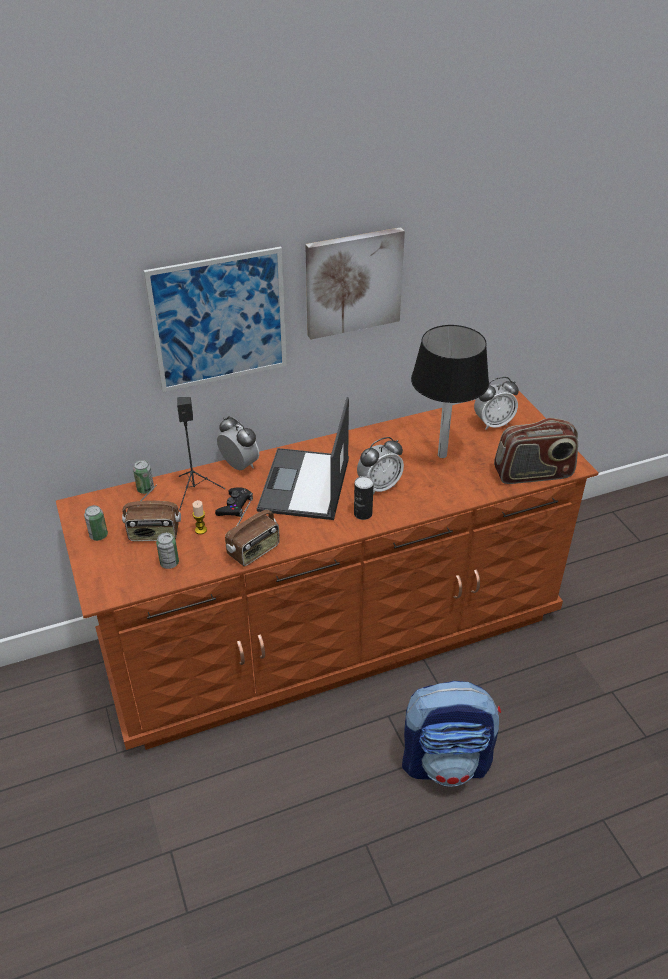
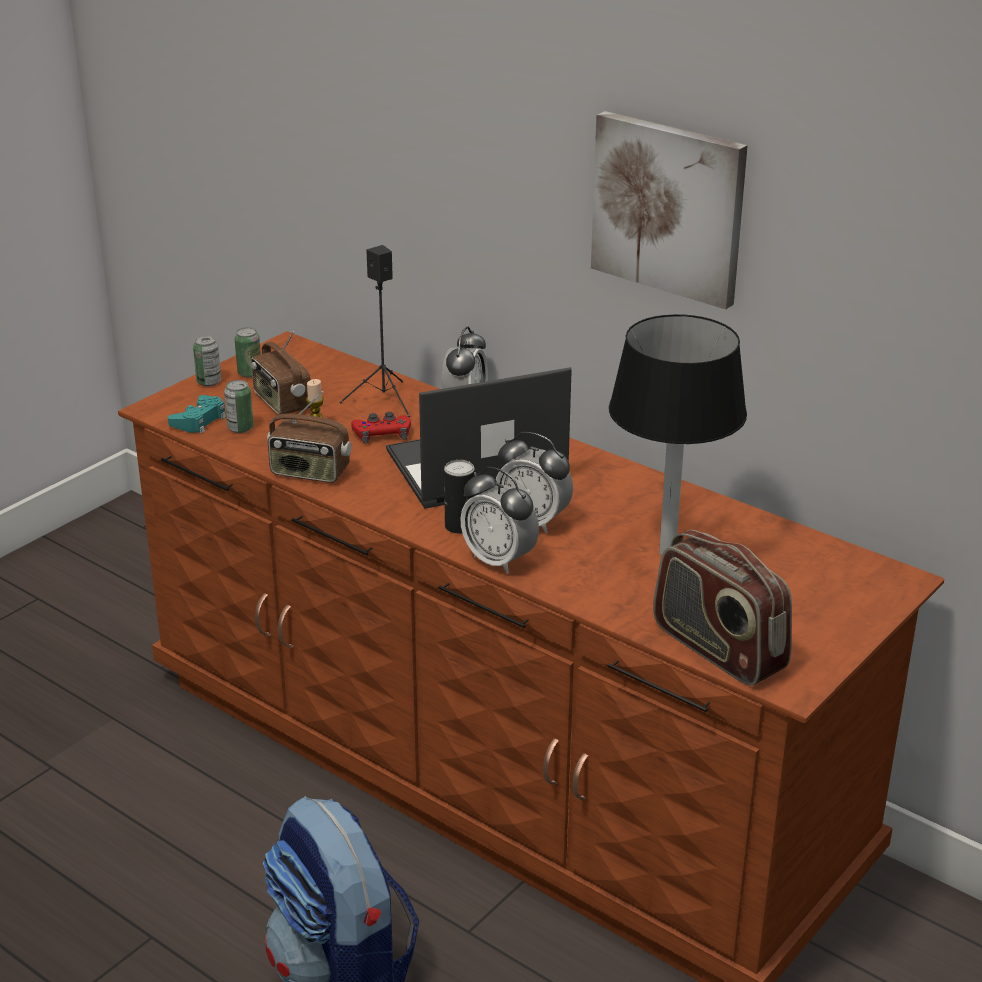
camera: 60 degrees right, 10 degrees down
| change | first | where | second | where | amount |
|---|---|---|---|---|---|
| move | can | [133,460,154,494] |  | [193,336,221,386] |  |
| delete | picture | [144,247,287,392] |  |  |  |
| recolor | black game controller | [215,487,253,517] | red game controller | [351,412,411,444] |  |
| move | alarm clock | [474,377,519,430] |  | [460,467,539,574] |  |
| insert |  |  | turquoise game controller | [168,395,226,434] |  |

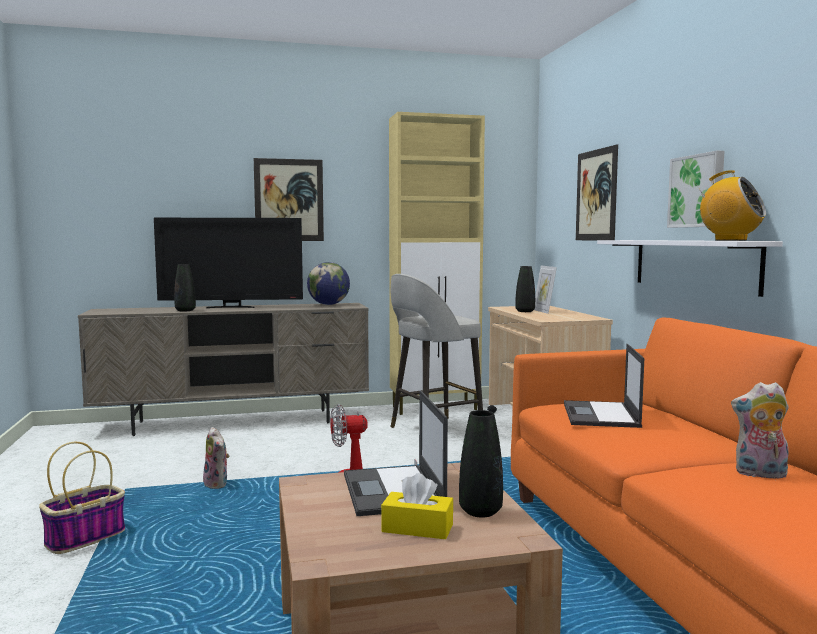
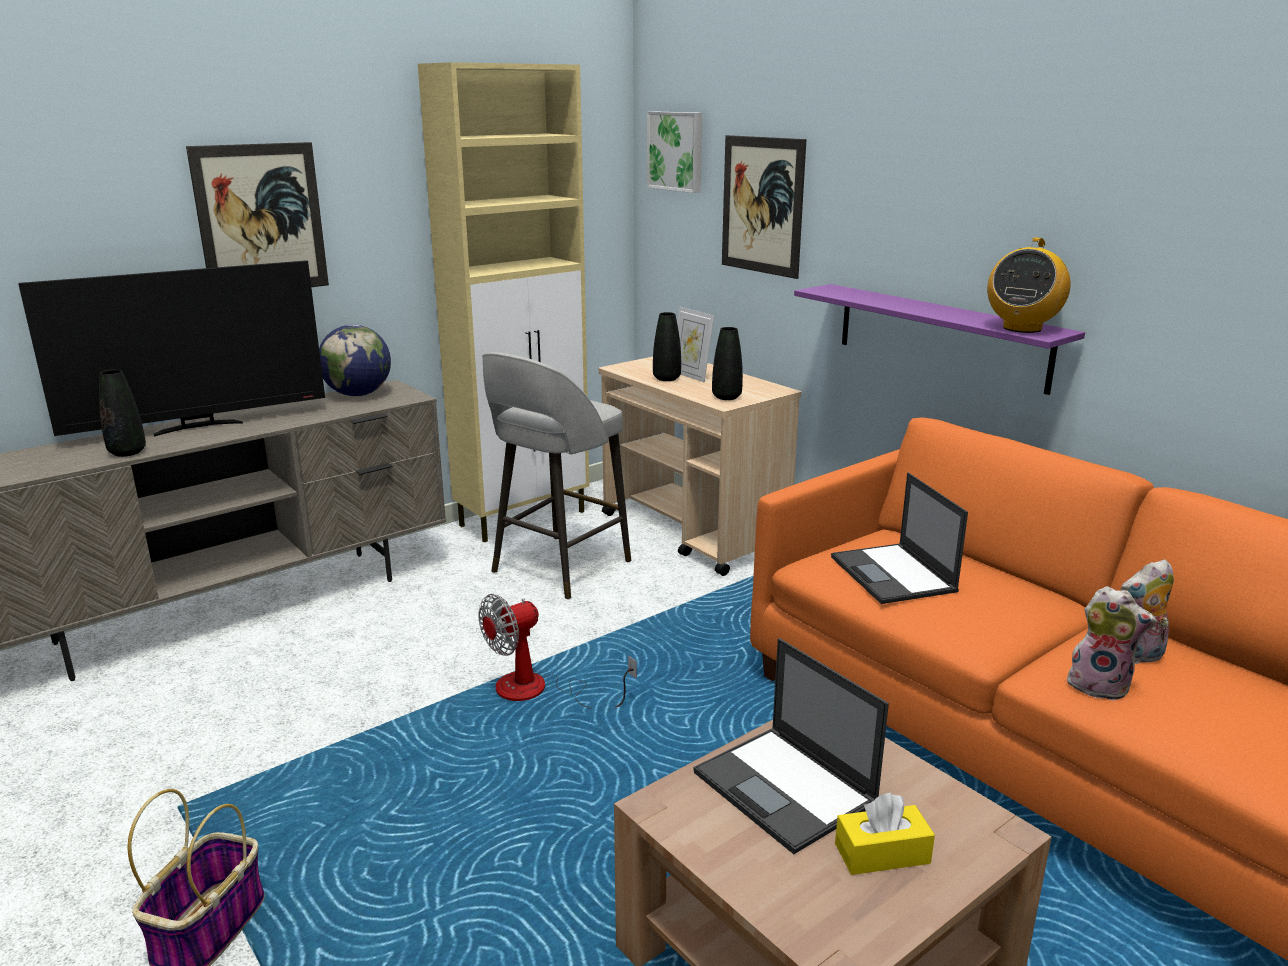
camera: 25 degrees left, 15 degrees up
| change | first | where | second | where | amount |
|---|---|---|---|---|---|
| move | plush toy | [203,427,230,489] |  | [1067,586,1156,701] |  |
| move | black vase | [459,410,503,518] |  | [712,327,743,400] |  |
| recolor | white shelf | [597,240,783,297] | purple shelf | [794,284,1085,395] |  |
| move | picture | [667,151,725,228] |  | [647,111,702,193] |  |
| rotate | radio | [696,170,766,241] |  | [987,237,1071,333] | 105 degrees clockwise |

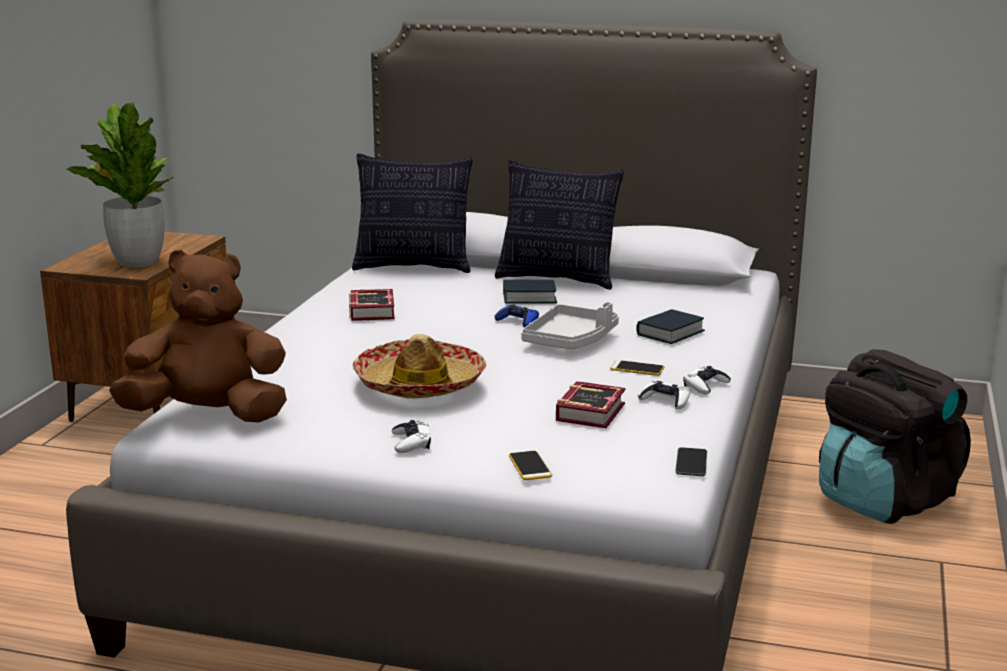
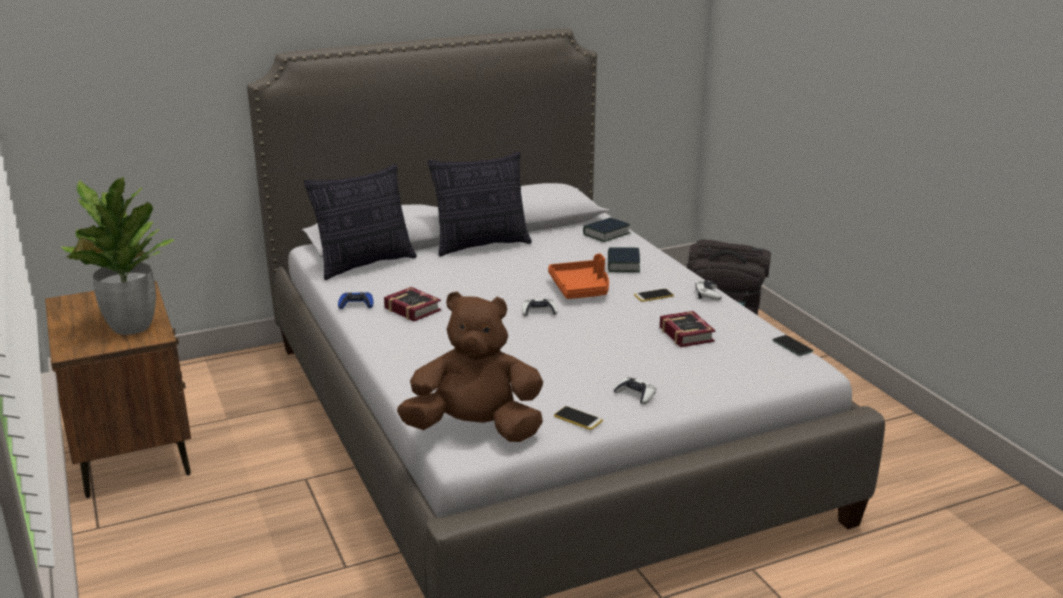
camera: 40 degrees left, 5 degrees up
| change | first | where | second | where | amount |
|---|---|---|---|---|---|
| rotate | brown plush toy | [109,250,287,423] |  | [397,292,543,442] | 45 degrees clockwise |
| delete | hat | [353,334,486,398] |  |  |  |
| move | blue game controller | [495,304,539,327] |  | [338,292,373,309] |  |
| move | book | [503,279,557,304] |  | [583,217,630,242] |  |
| move | phone | [509,451,552,480] |  | [554,406,603,430] |  |
| recolor | grey tray | [521,302,619,349] | orange tray | [548,254,609,299] |  |
| move | white game controller | [638,381,690,409] |  | [522,299,557,316] |  |

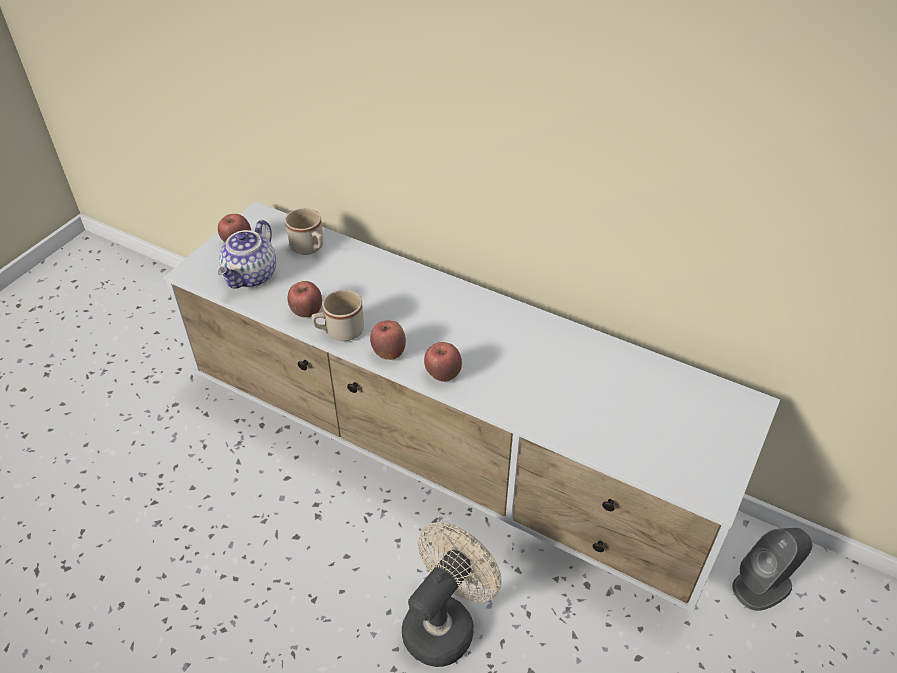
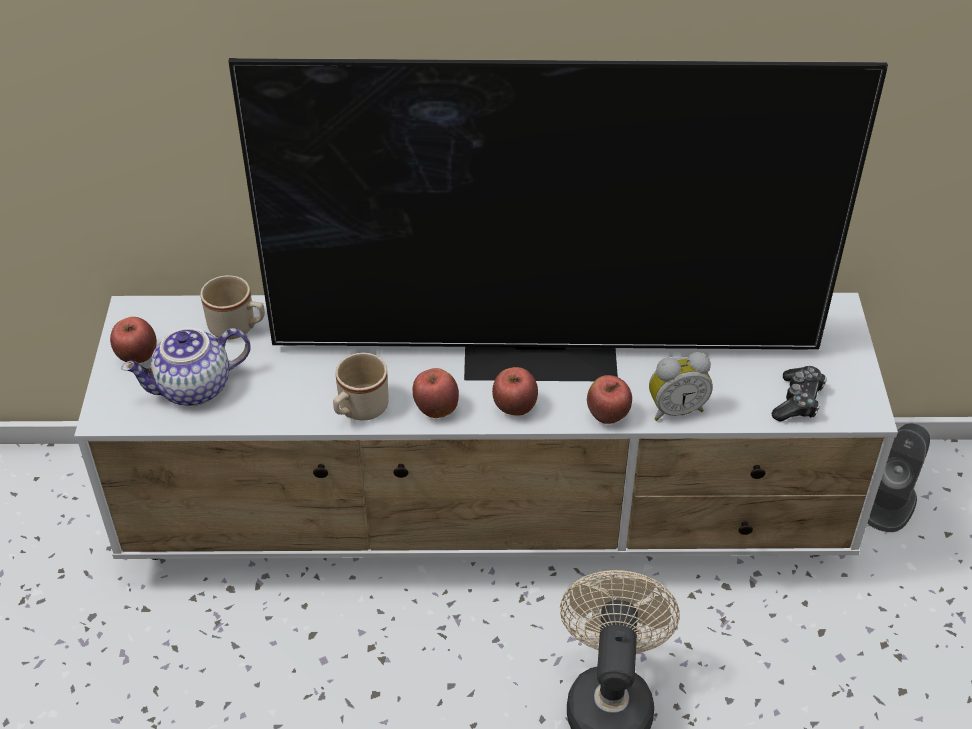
camera: 30 degrees left, 0 degrees up
| change | first | where | second | where | amount |
|---|---|---|---|---|---|
| rotate | teapot | [218,220,276,289] |  | [121,327,251,406] | 75 degrees clockwise |
| move | apple | [288,281,322,317] |  | [587,375,632,424] |  |
| insert |  |  | television | [228,58,888,381] |  |
| insert |  |  | alarm clock | [649,352,713,421] |  |
| insert |  |  | game controller | [772,366,827,422] |  |

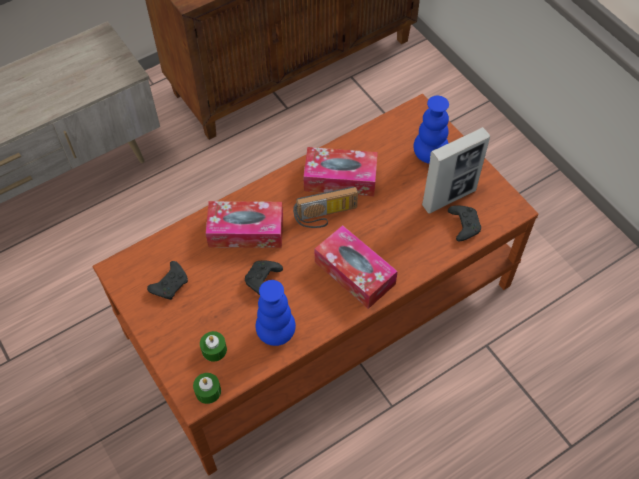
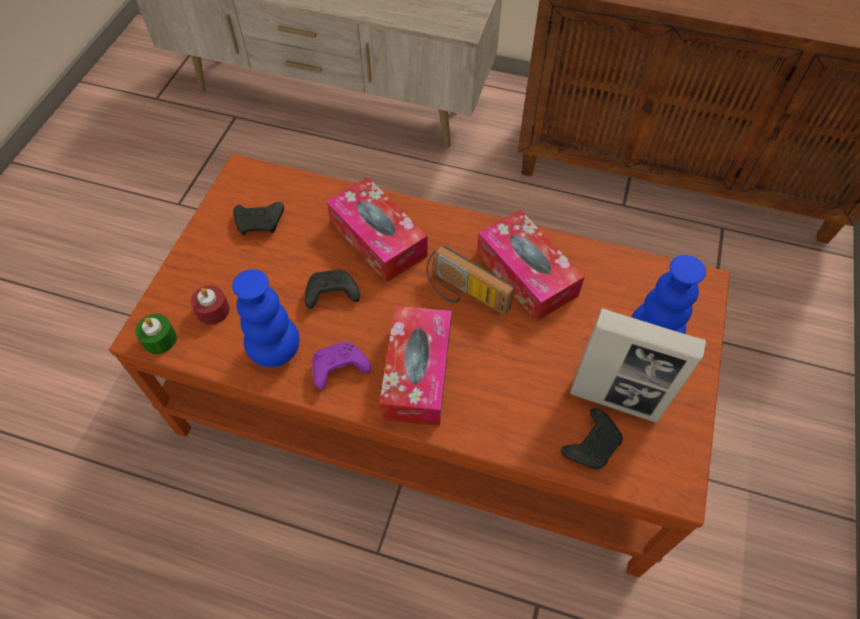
camera: 50 degrees right, 0 degrees up
| change | first | where | second | where | amount |
|---|---|---|---|---|---|
| recolor | green candle | [200,331,227,362] | red candle | [191,285,230,325] |  |
| insert |  |  | purple game controller | [312,341,371,390] |  |

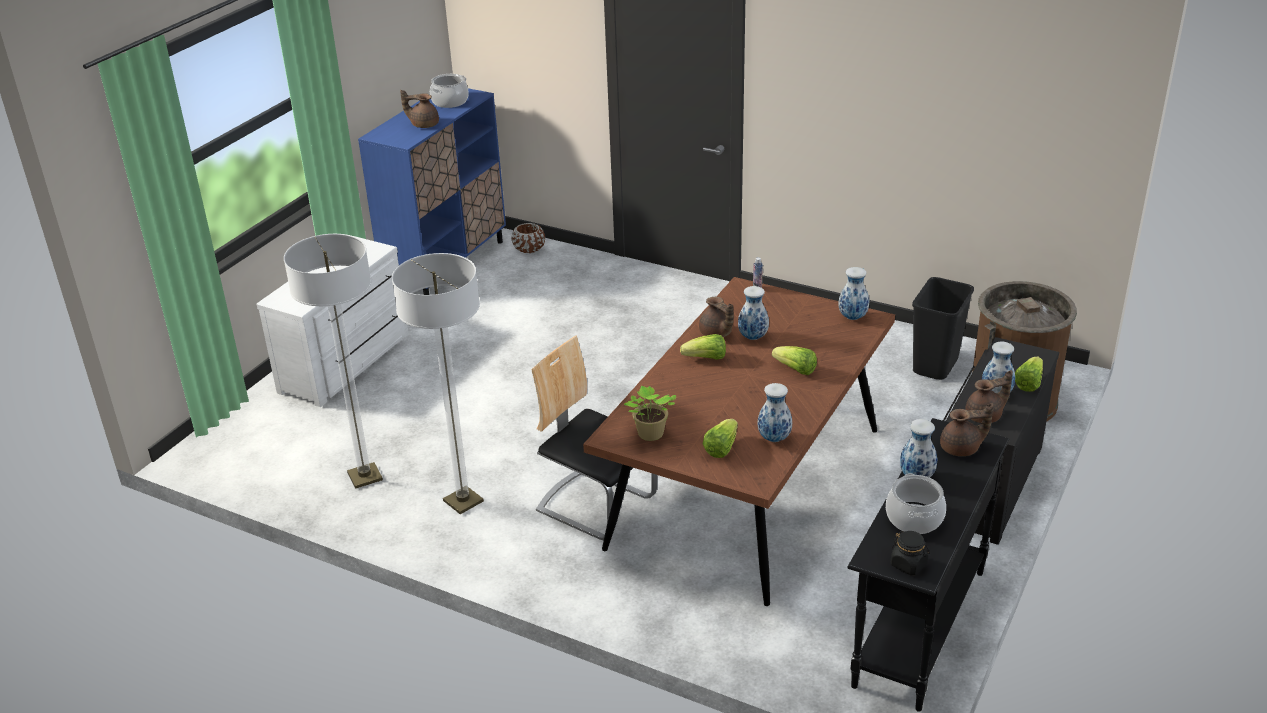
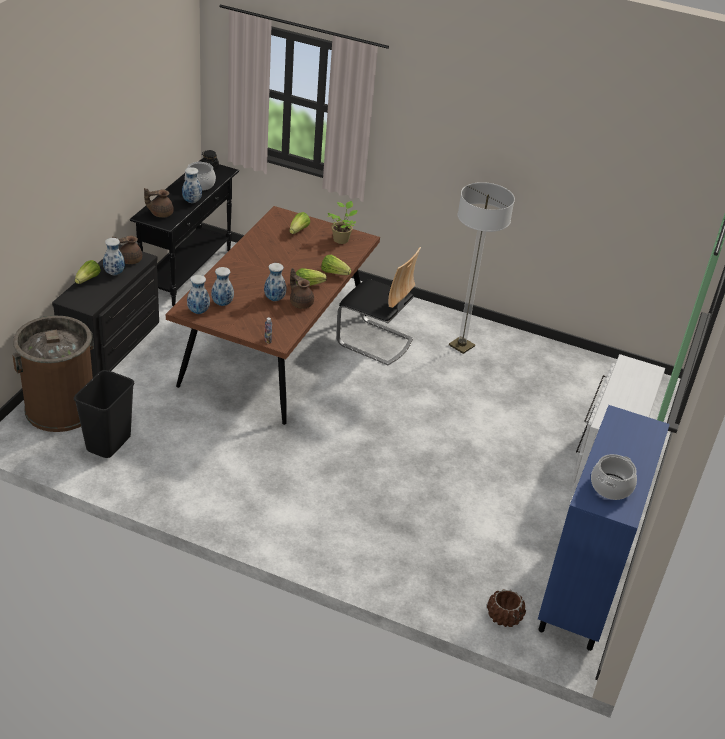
camera: 170 degrees right, 5 degrees up
| change | first | where | second | where | amount |
|---|---|---|---|---|---|
| delete | floor lamp | [284,234,383,489] |  |  |  |
| delete | brown teapot | [400,90,439,128] |  |  |  |
| move | vase | [758,383,792,442] |  | [211,267,234,306] |  |
| move | lettuce | [772,346,817,375] |  | [321,255,351,275] |  |

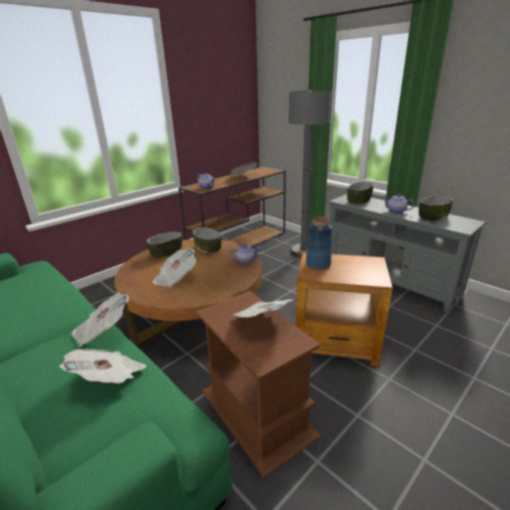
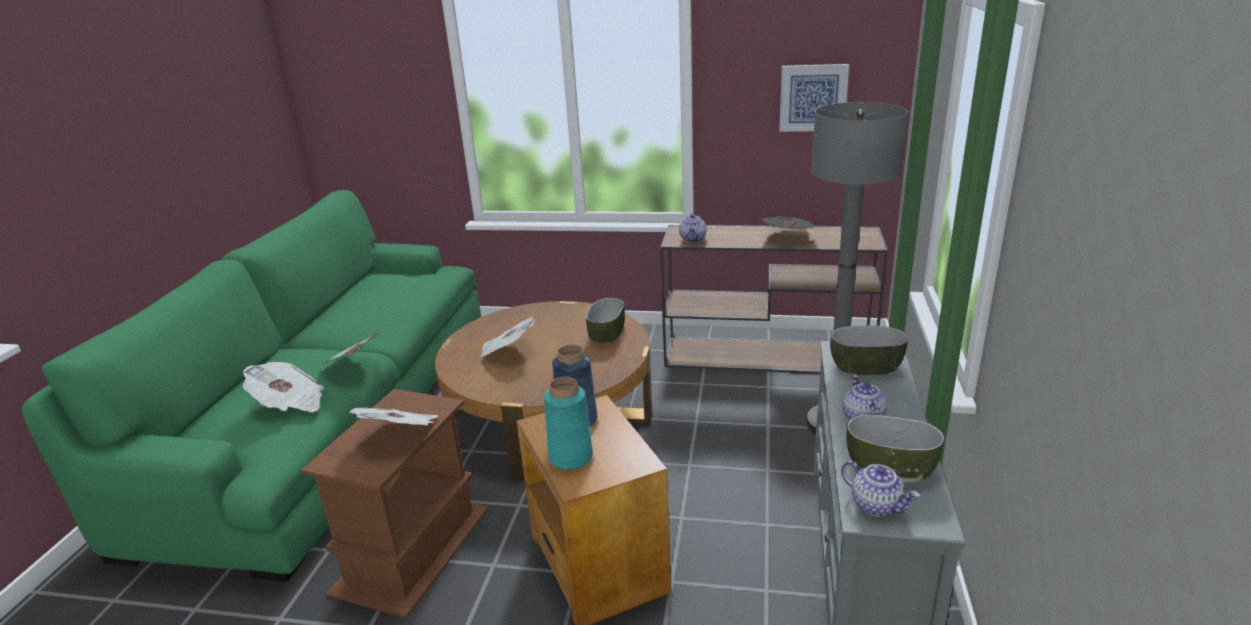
camera: 55 degrees right, 0 degrees up
| change | first | where | second | where | amount |
|---|---|---|---|---|---|
| delete | bowl | [146,232,182,258] |  |  |  |
| move | teapot | [229,244,261,265] |  | [841,460,920,516] |  |
| insert |  |  | turquoise vase | [544,377,593,470] |  |
| insert |  |  | picture | [779,64,849,132] |  |

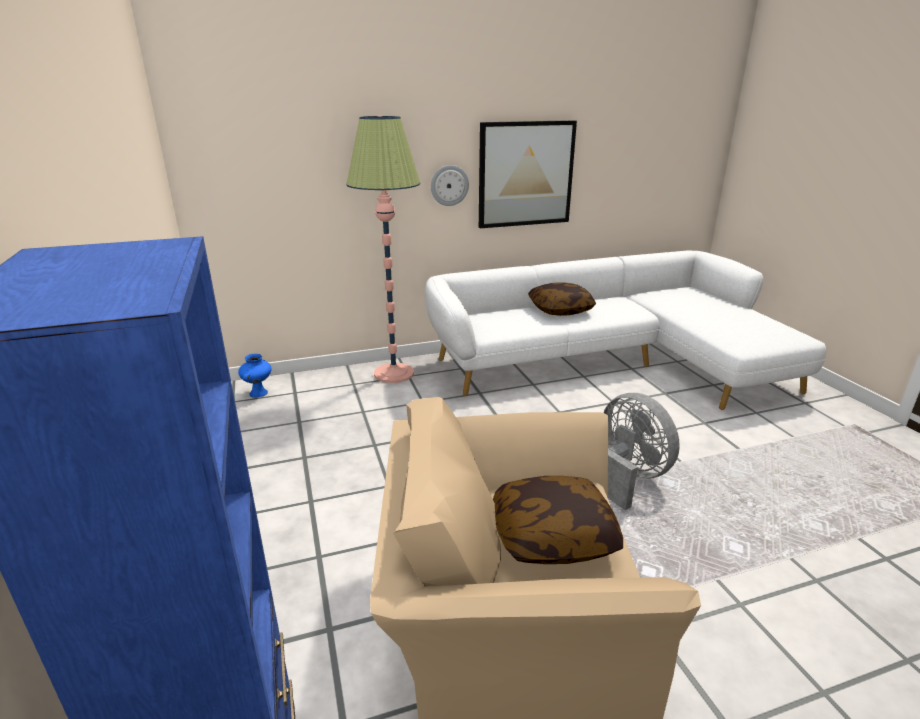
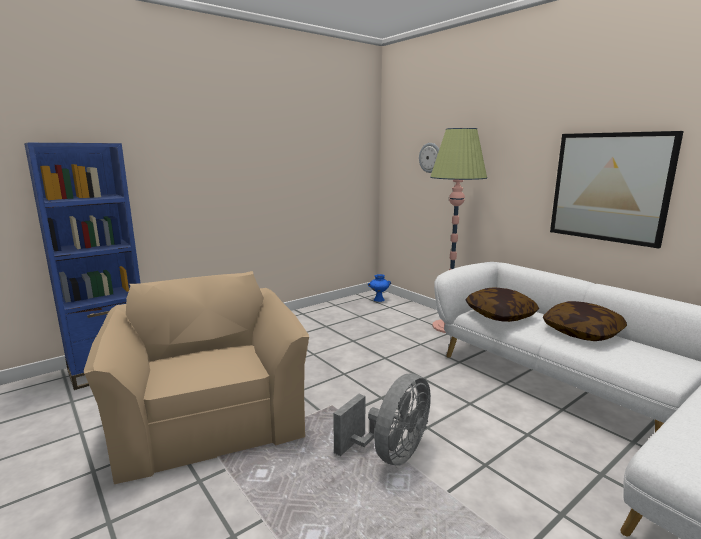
camera: 70 degrees right, 10 degrees down
| change | first | where | second | where | amount |
|---|---|---|---|---|---|
| move | wall clock | [431,165,469,206] |  | [419,143,439,173] |  |
| move | pillow | [493,476,623,564] |  | [465,287,539,322] |  |

